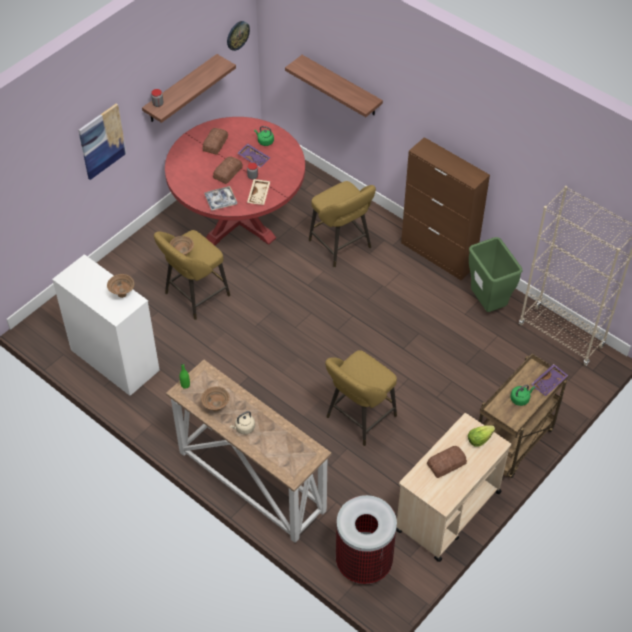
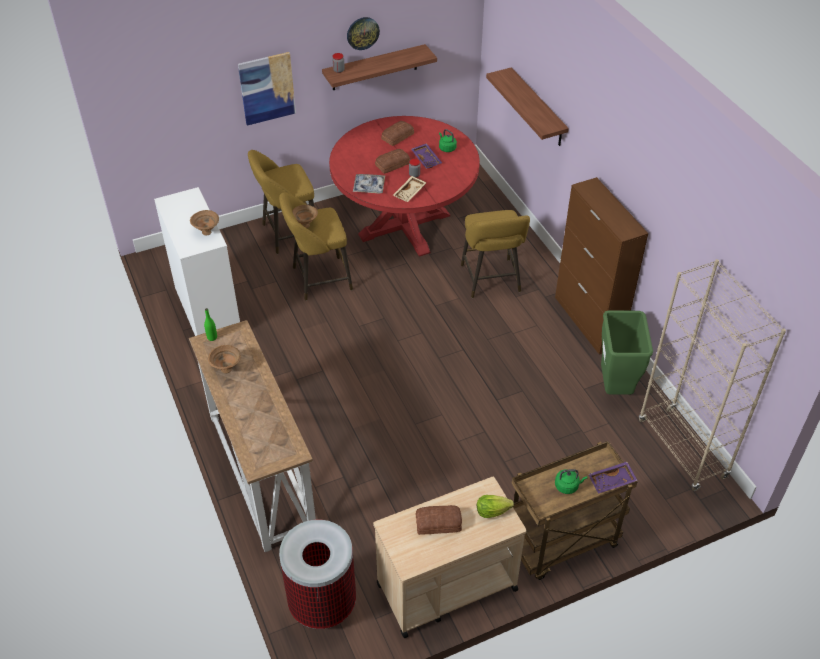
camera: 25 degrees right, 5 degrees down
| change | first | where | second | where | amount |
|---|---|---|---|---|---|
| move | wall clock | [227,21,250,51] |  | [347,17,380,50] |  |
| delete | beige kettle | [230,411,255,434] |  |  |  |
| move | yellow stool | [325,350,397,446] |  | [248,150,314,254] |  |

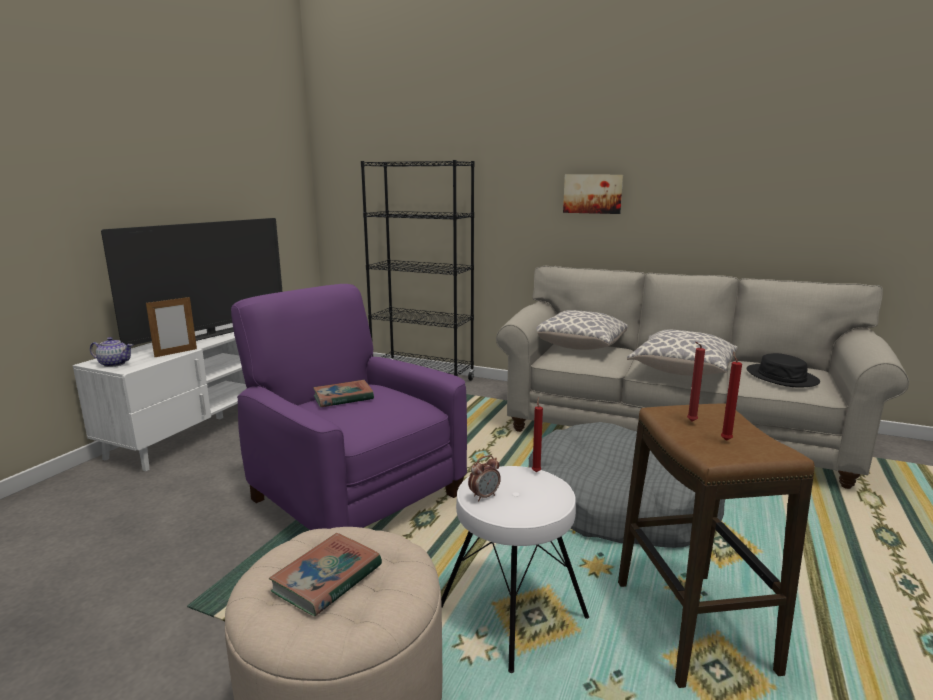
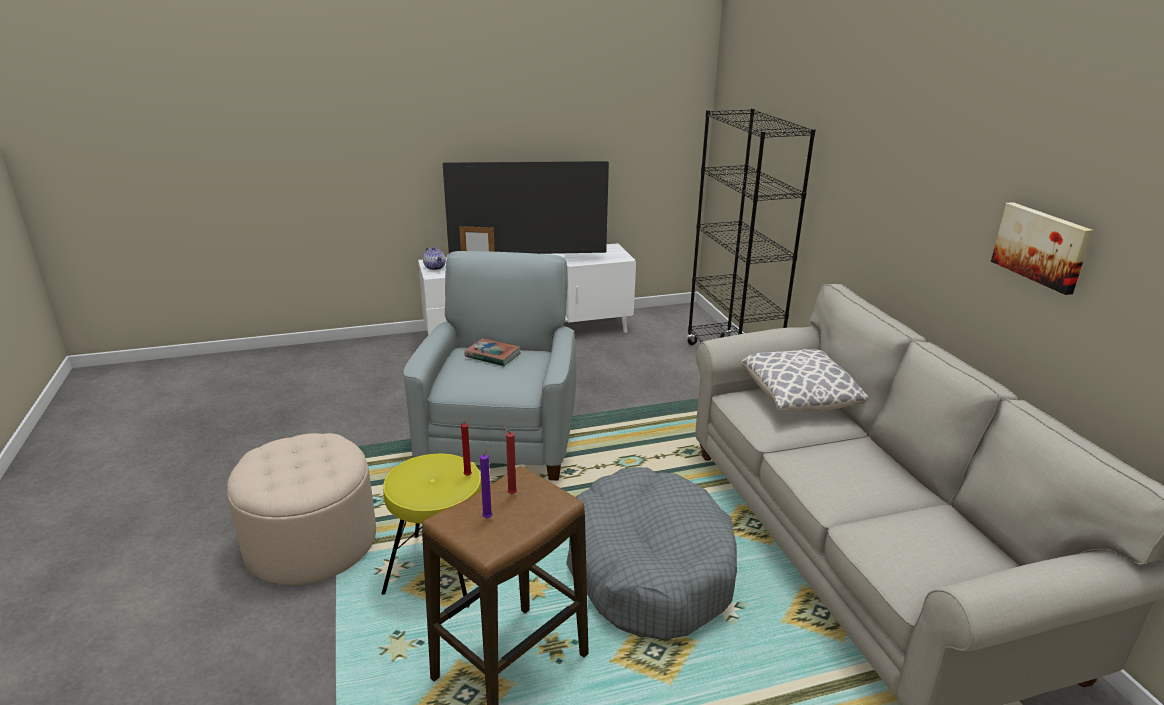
camera: 50 degrees right, 10 degrees up
| change | first | where | second | where | amount |
|---|---|---|---|---|---|
| recolor | purple armchair | [231,284,467,530] | grey armchair | [404,251,576,481] |  |
| delete | book | [269,533,382,616] |  |  |  |
| recolor | white stool | [441,466,589,673] | yellow stool | [381,453,482,608] |  |
| delete | alarm clock | [468,455,501,501] |  |  |  |
| move | picture | [563,175,623,214] |  | [991,202,1093,295] |  |
| delete | pillow | [627,330,737,376] |  |  |  |
| recolor | red candle | [721,351,742,441] | purple candle | [480,446,493,518] |  |
| delete | black hat | [747,353,820,388] |  |  |  |

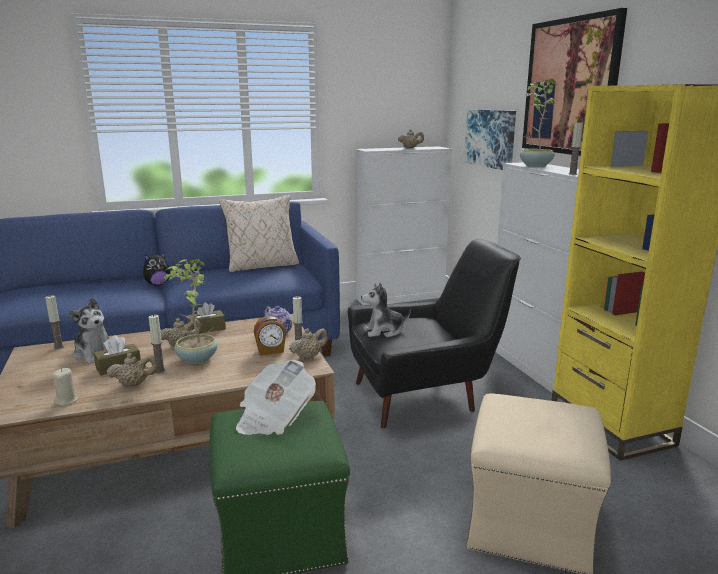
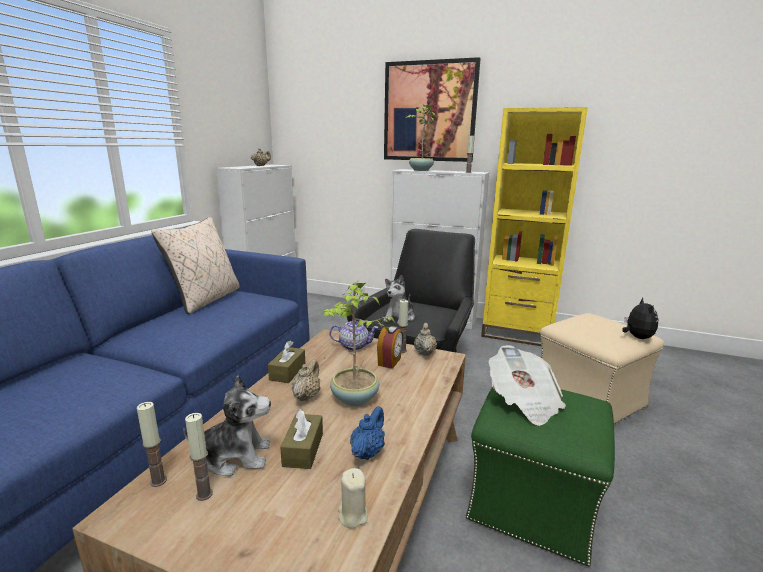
camera: 50 degrees left, 0 degrees up
| change | first | where | second | where | amount |
|---|---|---|---|---|---|
| recolor | beige teapot | [106,353,158,387] | blue teapot | [350,406,385,460] |  |
| move | plush toy | [143,252,170,285] |  | [622,298,658,339] |  |
| move | candle | [149,315,165,373] |  | [185,413,213,501] |  |
| delete | picture | [464,109,516,170] |  |  |  |

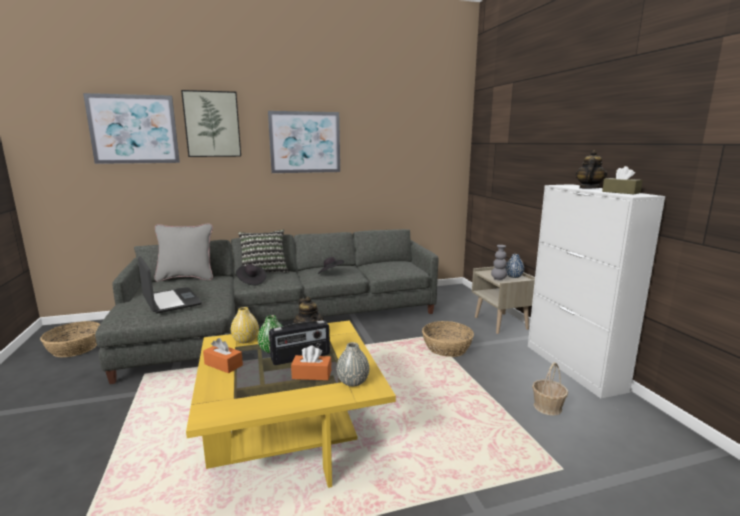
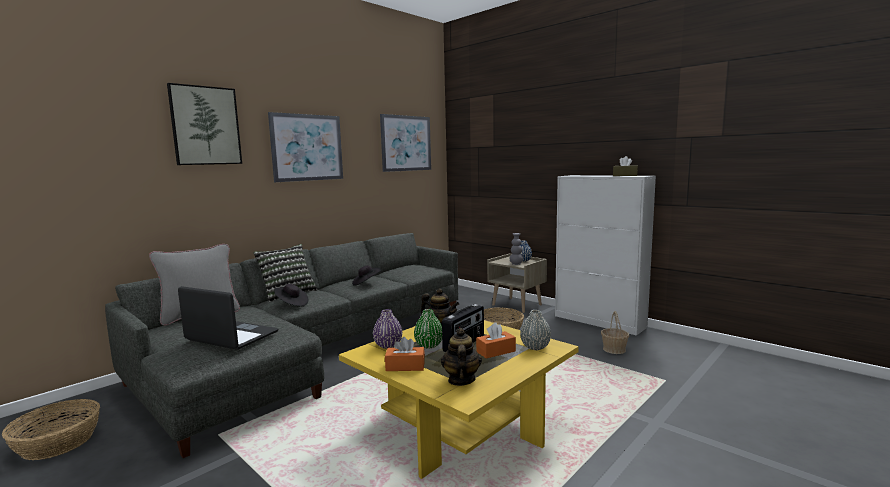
camera: 30 degrees left, 5 degrees down
| change | first | where | second | where | amount |
|---|---|---|---|---|---|
| move | picture | [83,93,180,164] |  | [380,114,431,172] |  |
| recolor | yellow vase | [231,307,259,343] | purple vase | [373,309,402,349] |  |
| move | teapot | [575,150,607,189] |  | [441,328,482,386] |  |

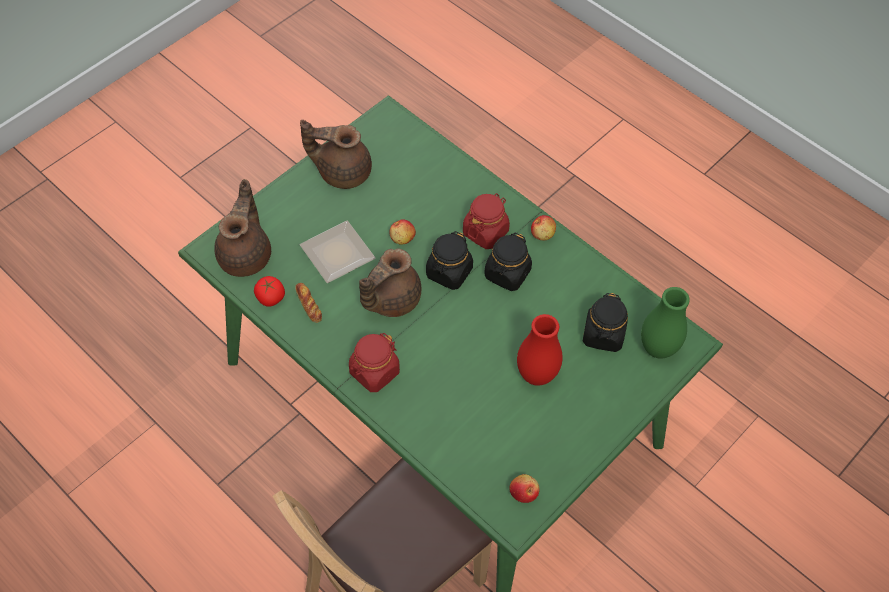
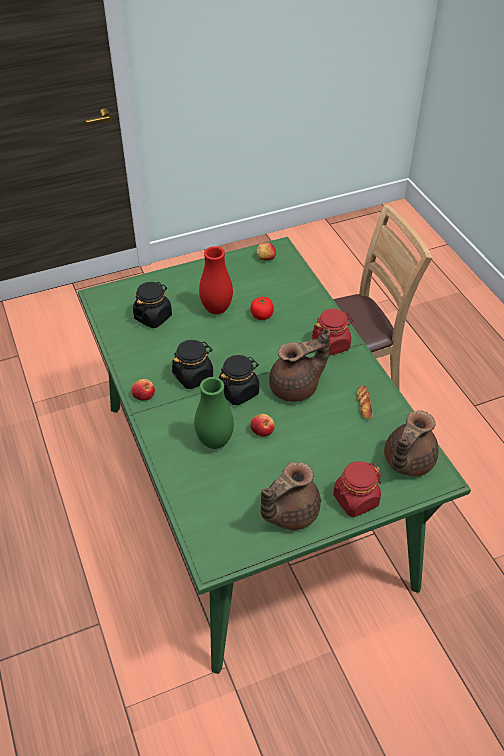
camera: 155 degrees left, 10 degrees down
| change | first | where | second | where | amount |
|---|---|---|---|---|---|
| move | tomato | [254,276,285,307] |  | [250,297,274,320] |  |
| rotate | brown teapot | [300,120,372,189] |  | [260,462,321,530] | 105 degrees clockwise |
| delete | plate | [300,221,376,283] |  |  |  |
| move | red jar | [463,193,510,249] |  | [333,461,381,517] |  |
| move | green vase | [641,287,690,359] |  | [194,377,234,449] |  |

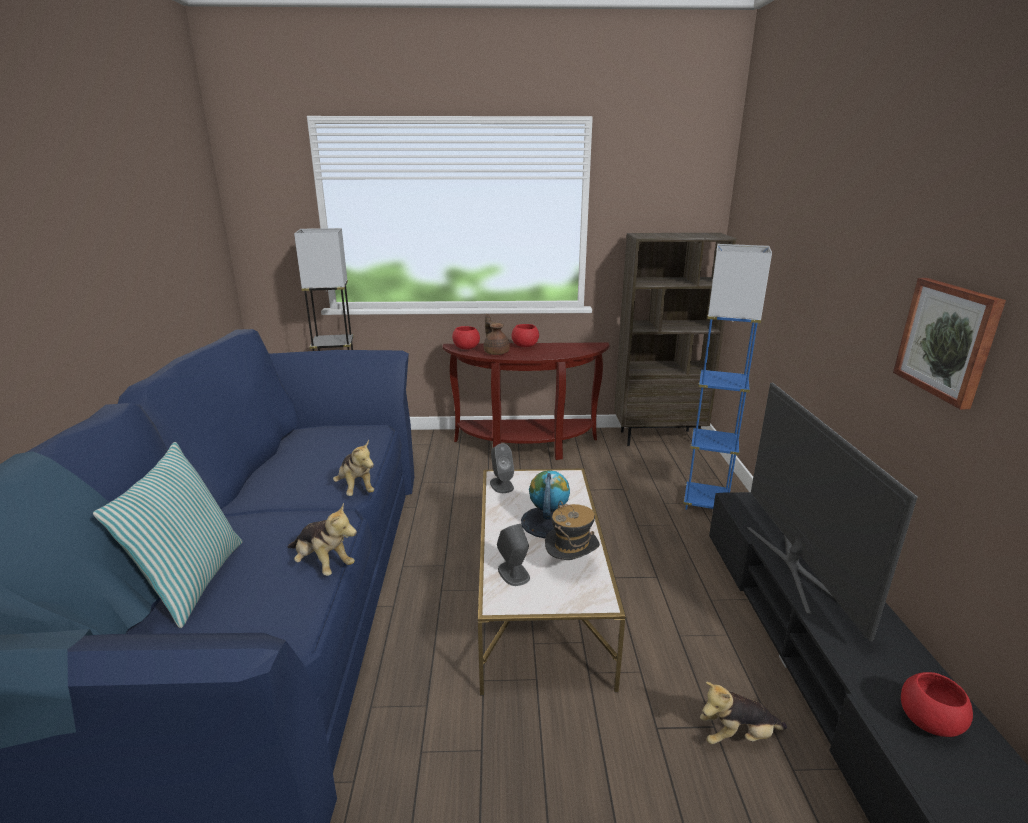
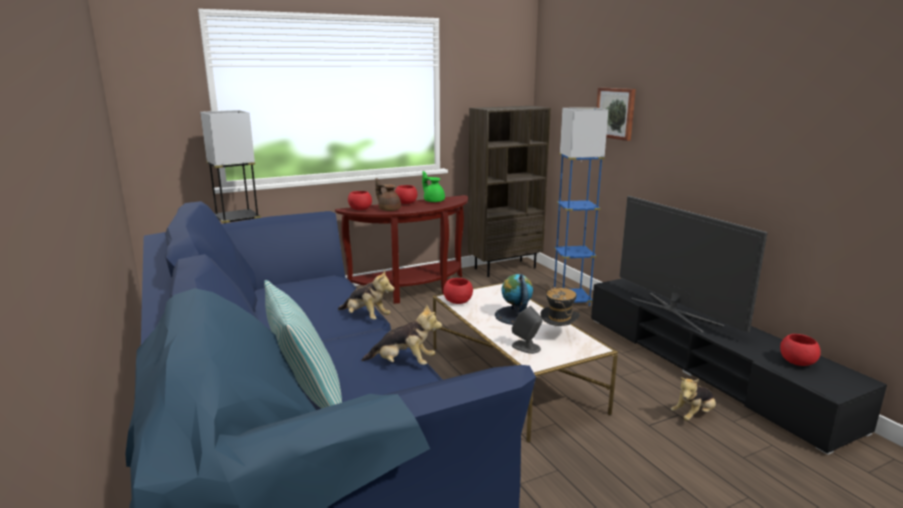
camera: 25 degrees left, 5 degrees down
| change | first | where | second | where | amount |
|---|---|---|---|---|---|
| replace | grey speaker | [490,443,514,493] | red bowl | [443,278,473,304] |  |
| move | picture | [893,278,1006,410] |  | [596,87,636,141] |  |
| insert |  |  | green teapot | [422,171,445,202] |  |

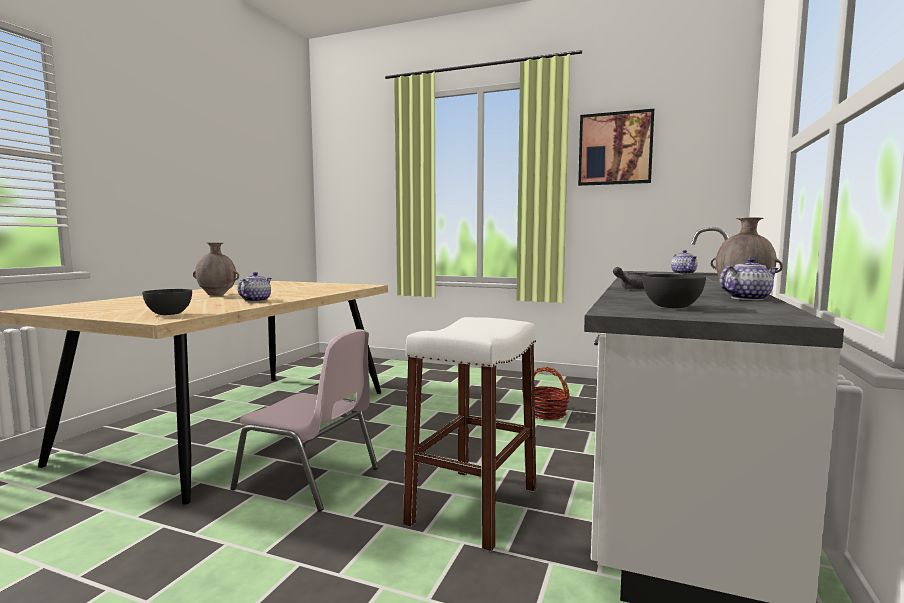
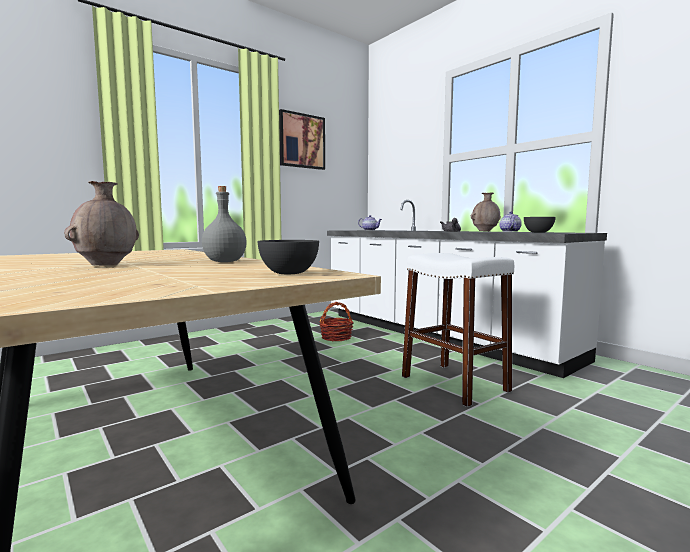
camera: 60 degrees left, 0 degrees up
| change | first | where | second | where | amount |
|---|---|---|---|---|---|
| delete | pink chair | [230,329,378,511] |  |  |  |
| replace | teapot | [238,272,271,302] | grey bottle | [202,186,247,262] |  |

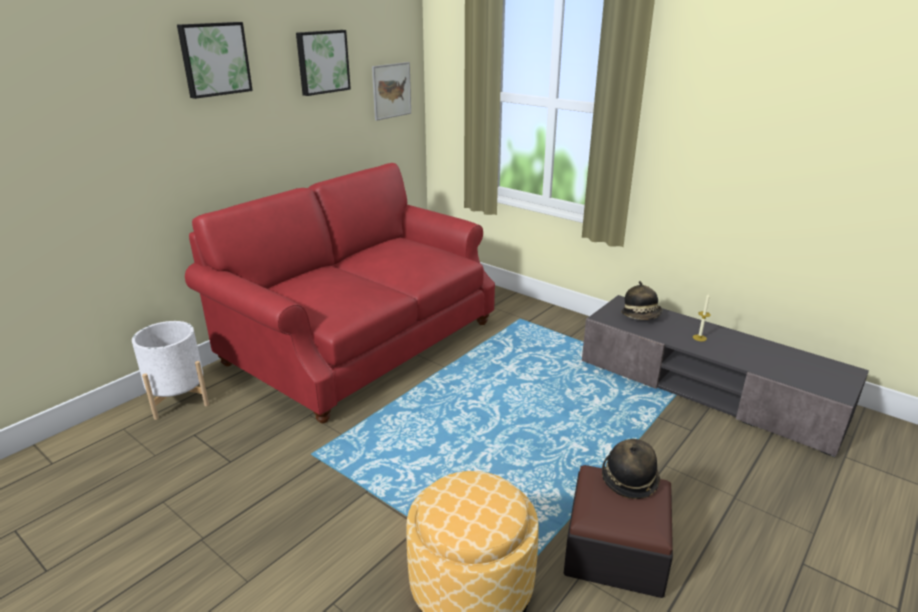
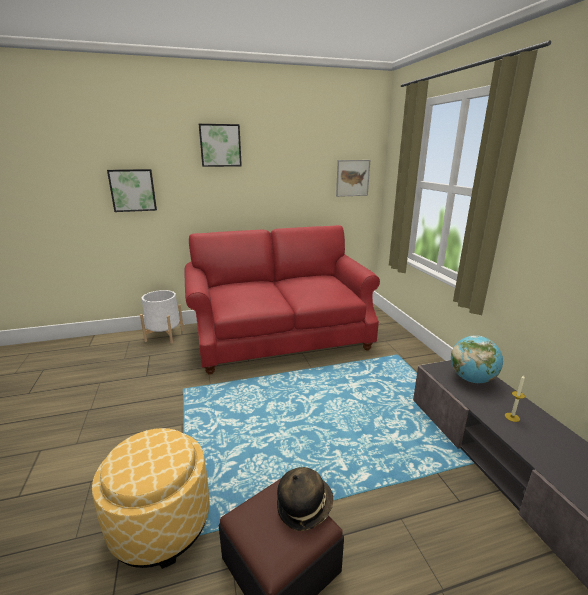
camera: 35 degrees right, 5 degrees down
| change | first | where | second | where | amount |
|---|---|---|---|---|---|
| move | picture | [296,30,351,96] |  | [107,169,157,212] |  |
| replace | hat | [621,281,662,320] | globe | [451,335,503,383] |  |

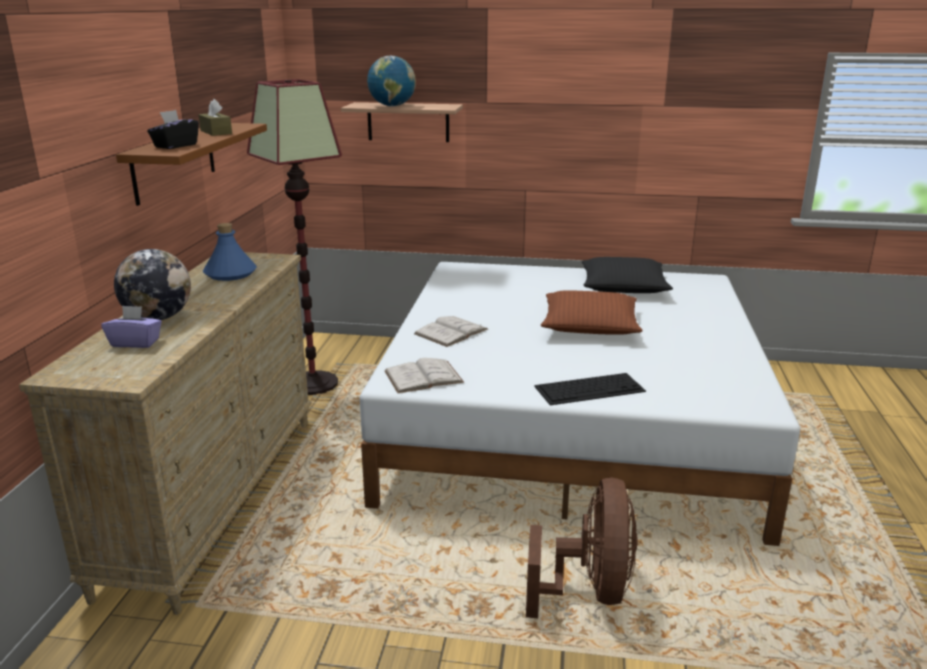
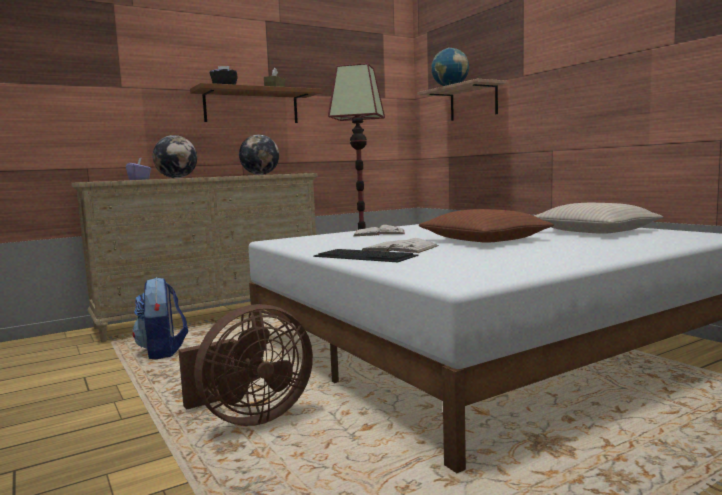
camera: 50 degrees right, 15 degrees down
| change | first | where | second | where | amount |
|---|---|---|---|---|---|
| replace | blue bottle | [203,223,257,281] | globe | [239,135,279,175] |  |
| move | white book | [384,358,464,393] |  | [362,238,439,253] |  |
| recolor | black pillow | [582,257,673,293] | beige pillow | [534,203,663,234] |  |
| insert |  |  | backpack | [132,277,188,360] |  |

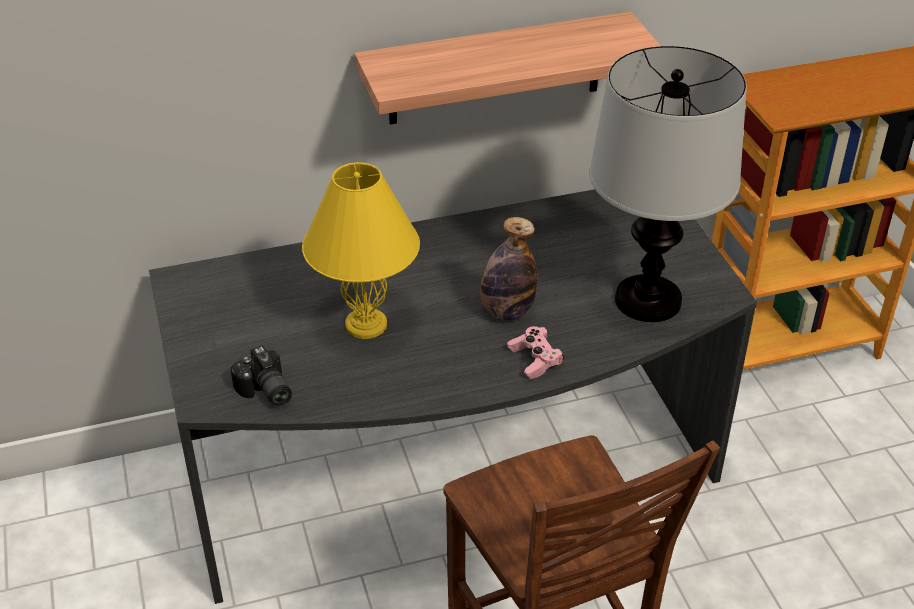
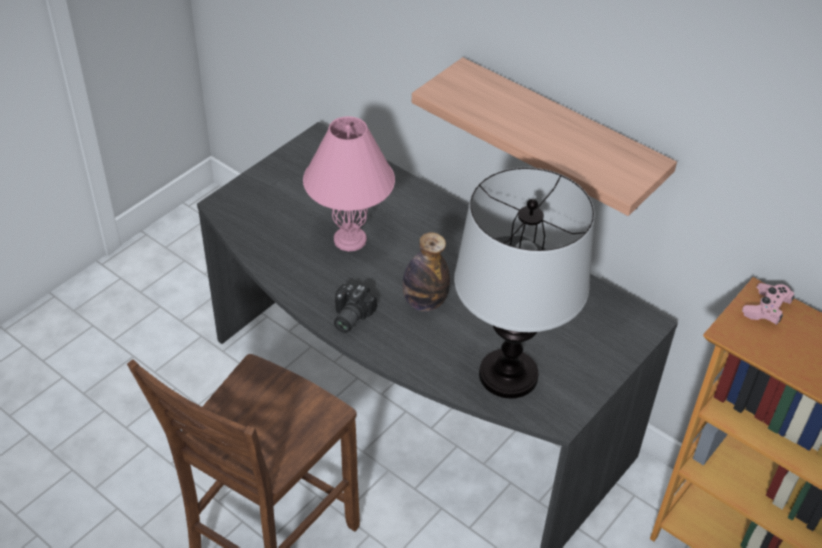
camera: 55 degrees right, 5 degrees up
| change | first | where | second | where | amount |
|---|---|---|---|---|---|
| move | photo camera | [231,346,292,406] |  | [334,284,377,333] |  |
| recolor | yellow table lamp | [302,162,420,339] | pink table lamp | [303,116,395,252] |  |
| move | pink game controller | [507,326,564,379] |  | [742,283,795,325] |  |

